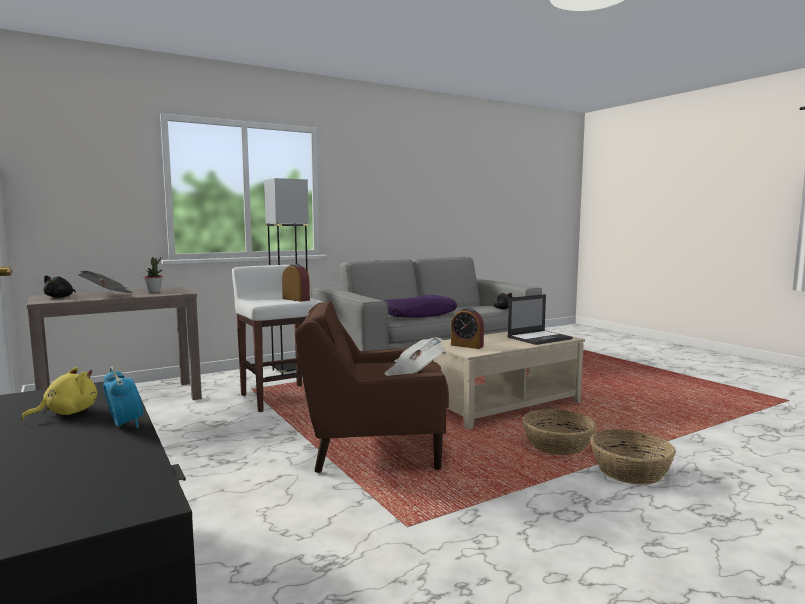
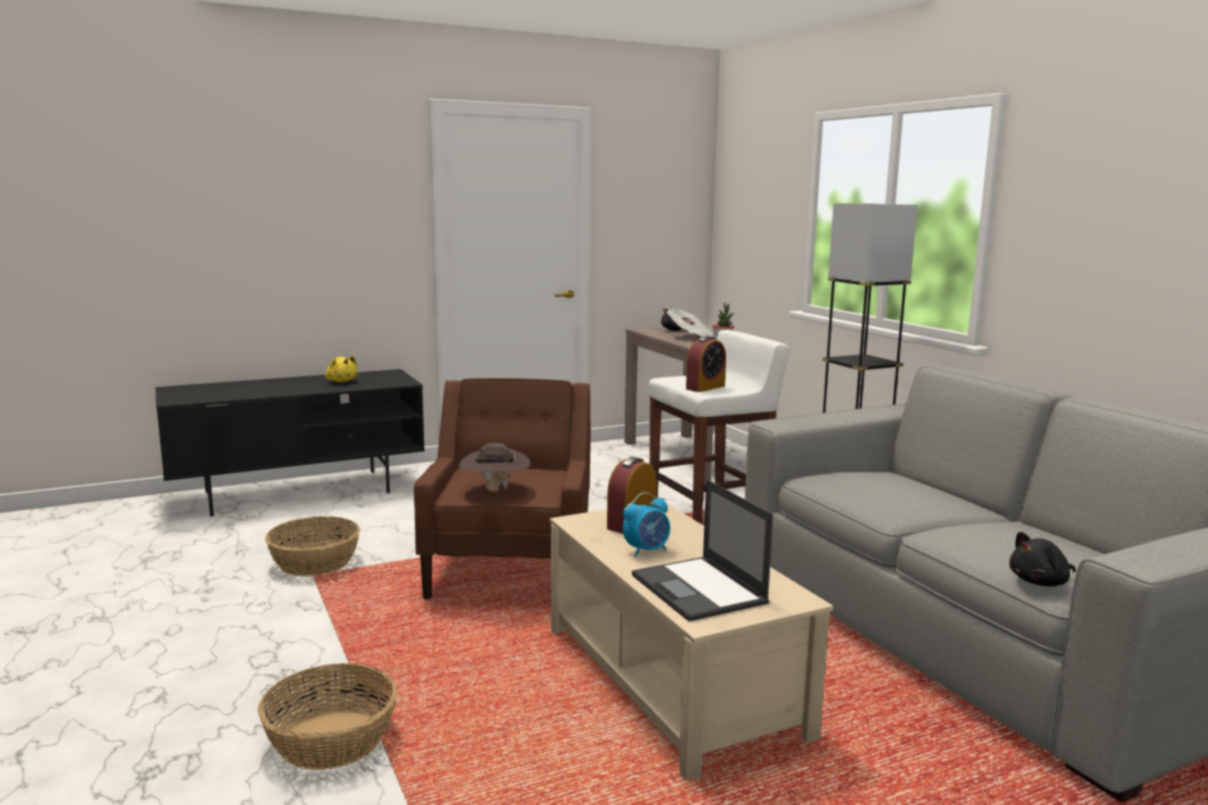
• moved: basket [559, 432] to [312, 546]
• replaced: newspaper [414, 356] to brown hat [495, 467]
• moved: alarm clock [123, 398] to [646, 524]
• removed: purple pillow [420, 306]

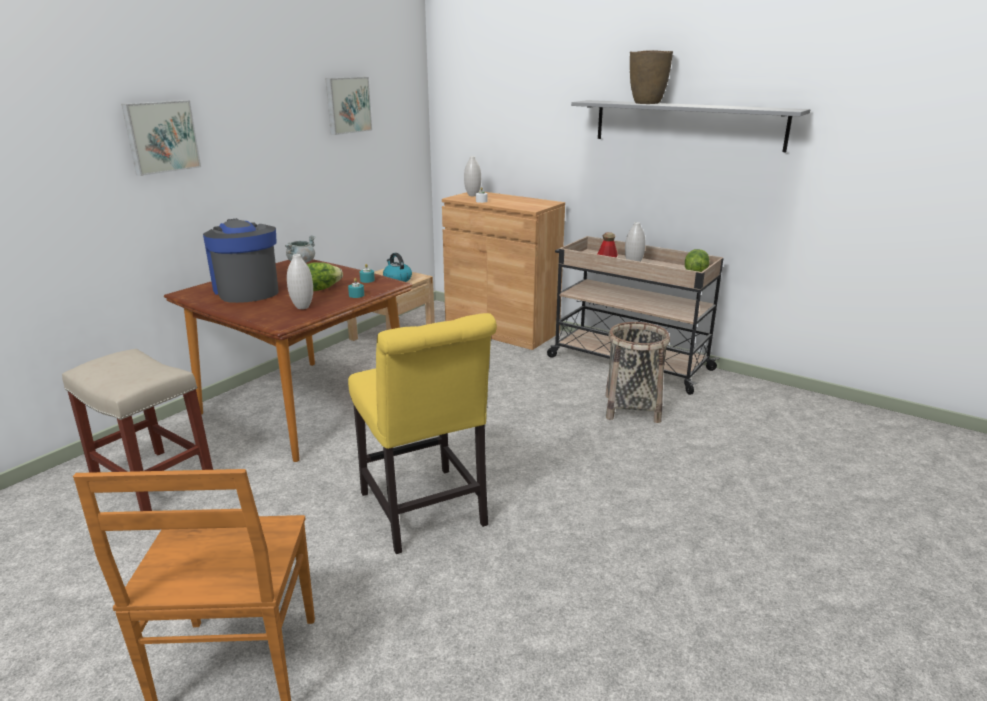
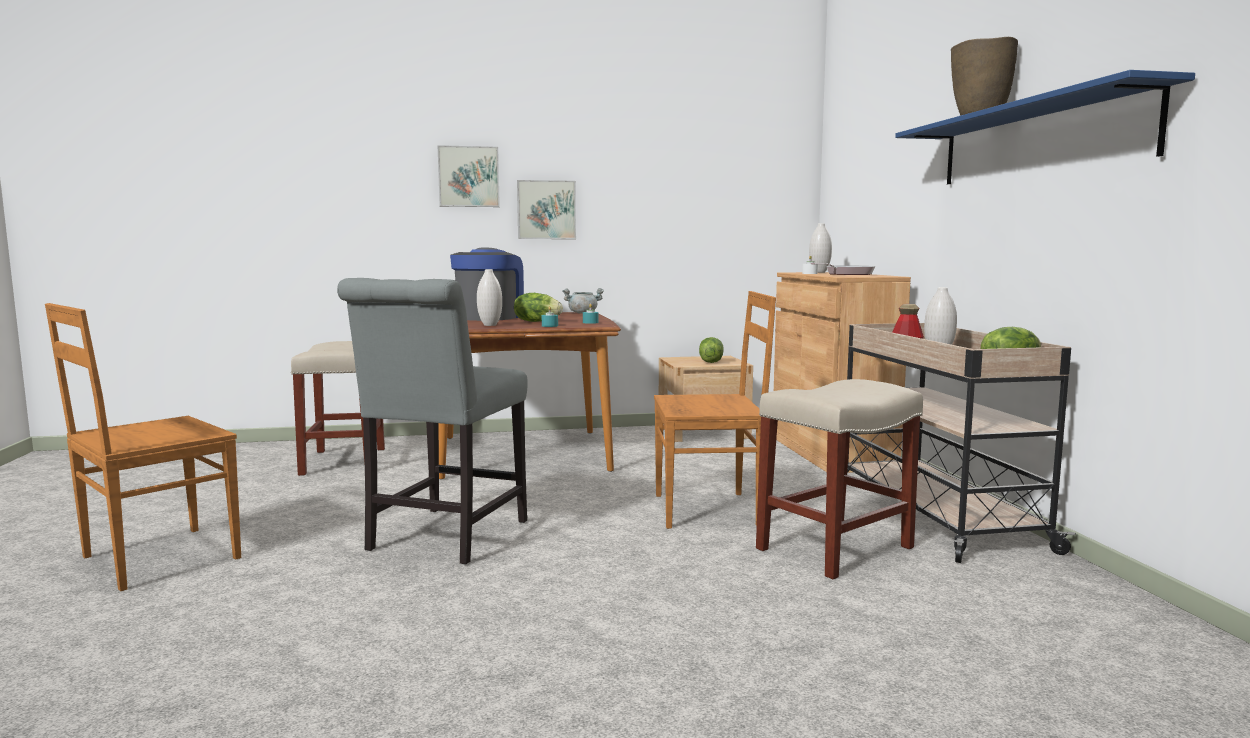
• recoloured: yellow chair [422, 433] to grey chair [432, 421]
• moved: picture [348, 106] to [546, 209]
• added: brown chair [715, 410]
• replaced: kettle [397, 267] to lettuce [711, 350]
• replaced: basket [637, 372] to beige stool [839, 479]
• added: frying pan [842, 269]
• recoloured: grey shelf [690, 126] to blue shelf [1045, 127]

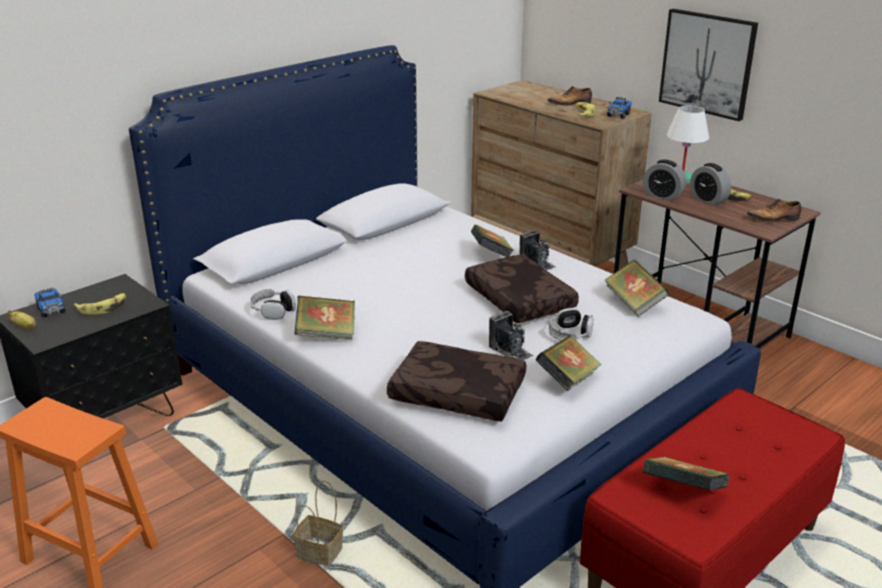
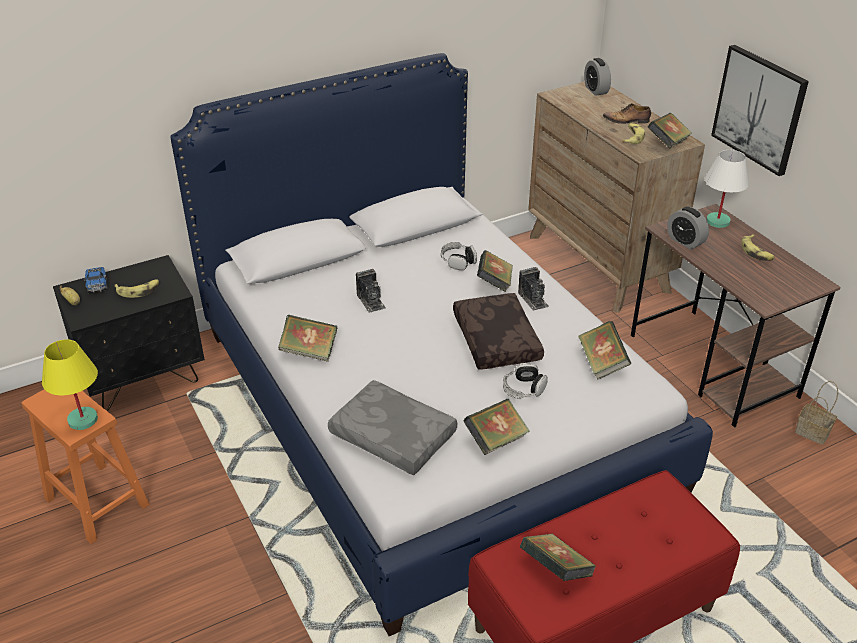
• added: yellow table lamp [70, 384]
• recoloured: brown pillow [456, 381] to grey pillow [392, 427]
• moved: photo camera [511, 335] to [370, 291]
• moved: headphones [273, 304] to [459, 256]
• moved: alarm clock [710, 184] to [597, 77]
• replaced: toy truck [619, 108] to book [670, 130]
• moved: basket [318, 523] to [816, 412]
• removed: shoe [774, 210]

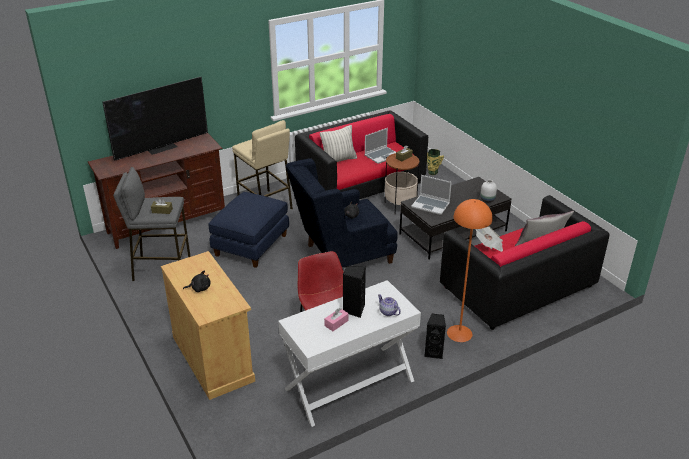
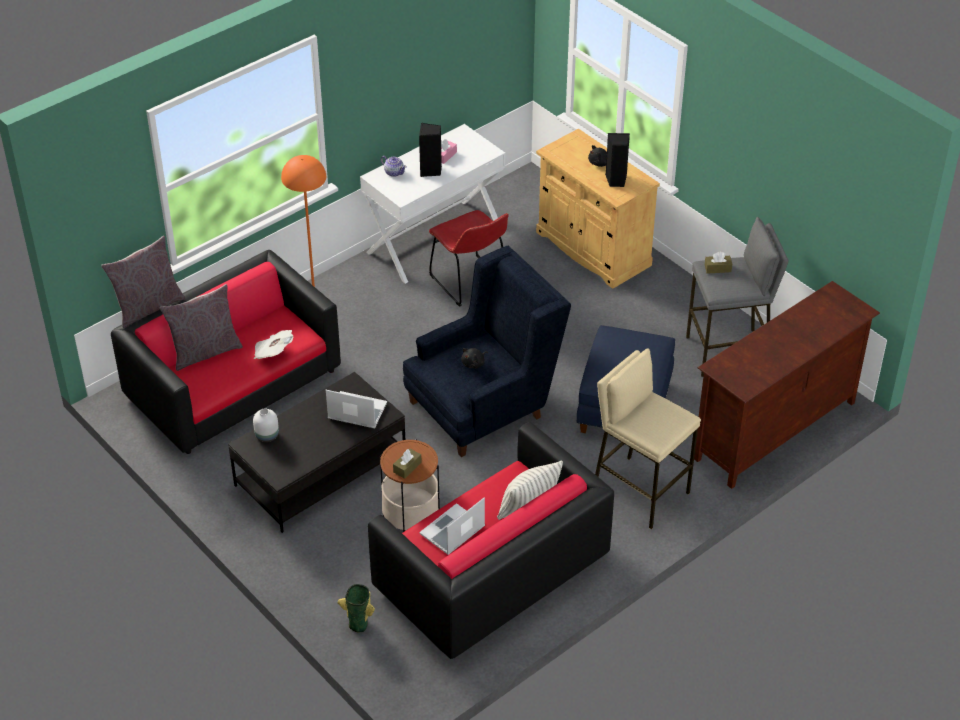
• added: grey pillow [143, 282]
• moved: black speaker [435, 336] to [617, 160]
• removed: television [155, 119]

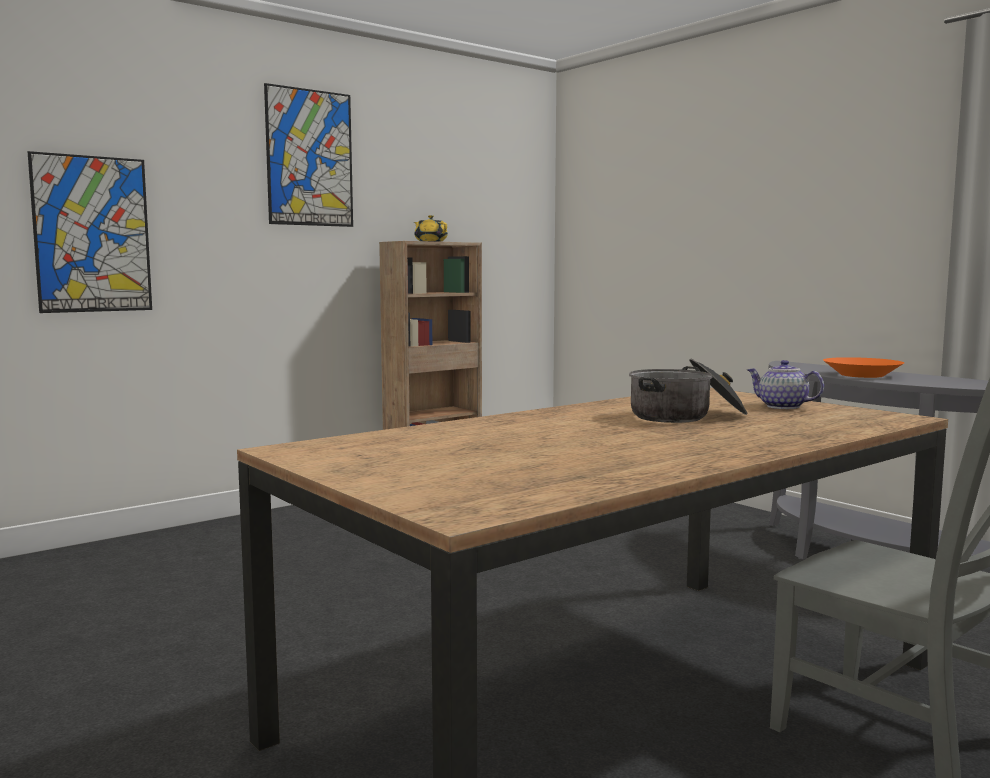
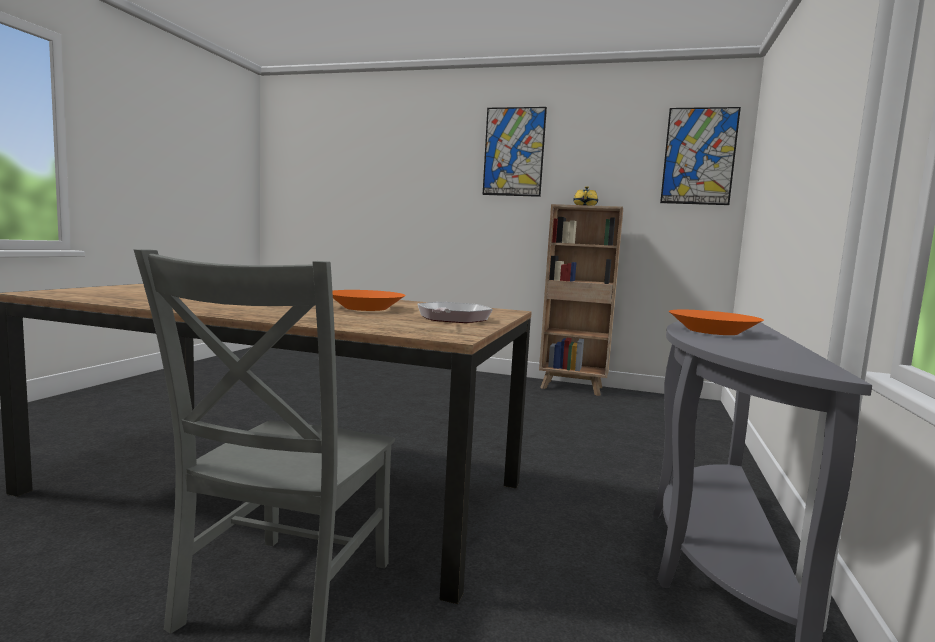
• replaced: cooking pot [688, 391] to orange bowl [369, 300]
• replaced: teapot [786, 384] to frying pan [455, 312]
• moved: picture [90, 232] to [700, 156]

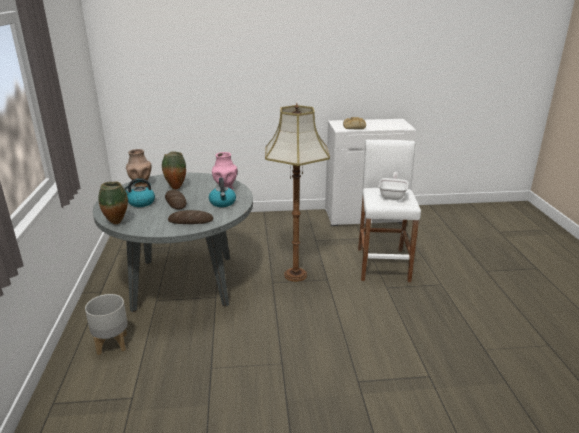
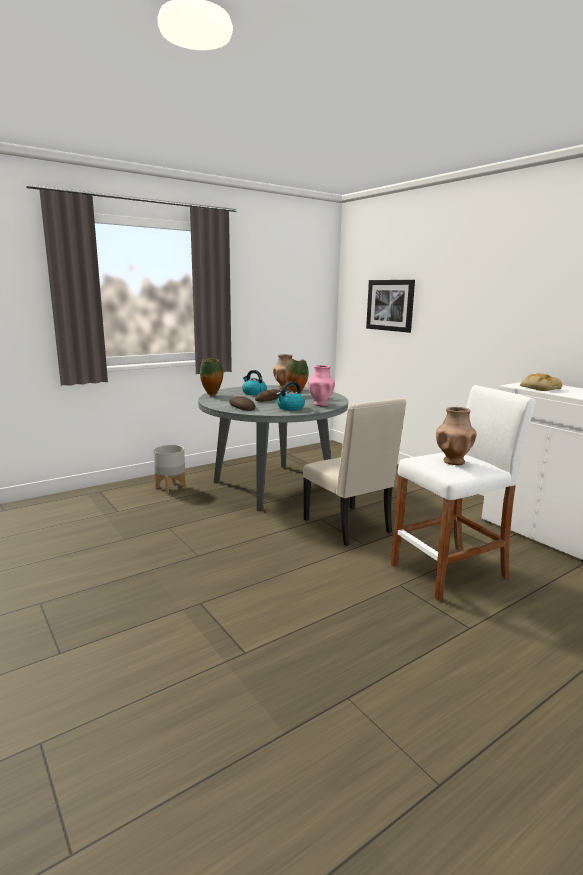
• replaced: floor lamp [297, 192] to beige chair [355, 472]
• added: picture [390, 306]
• replaced: frying pan [394, 186] to brown vase [456, 436]

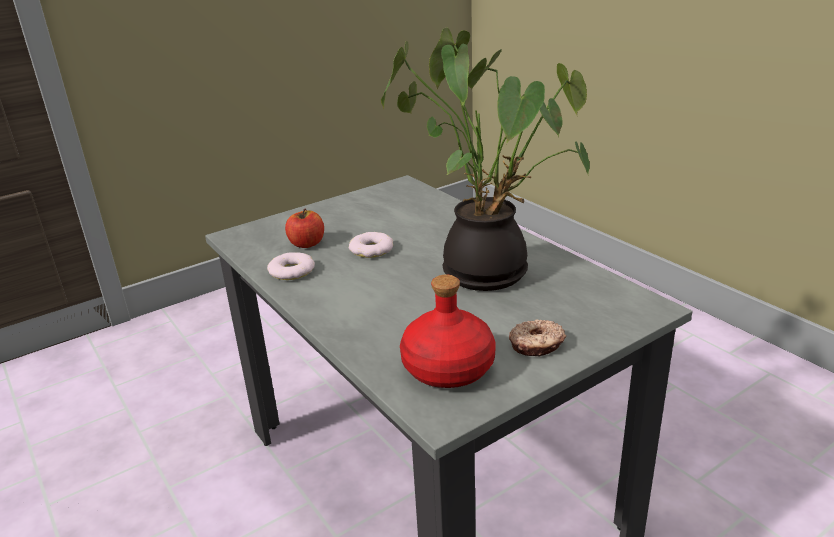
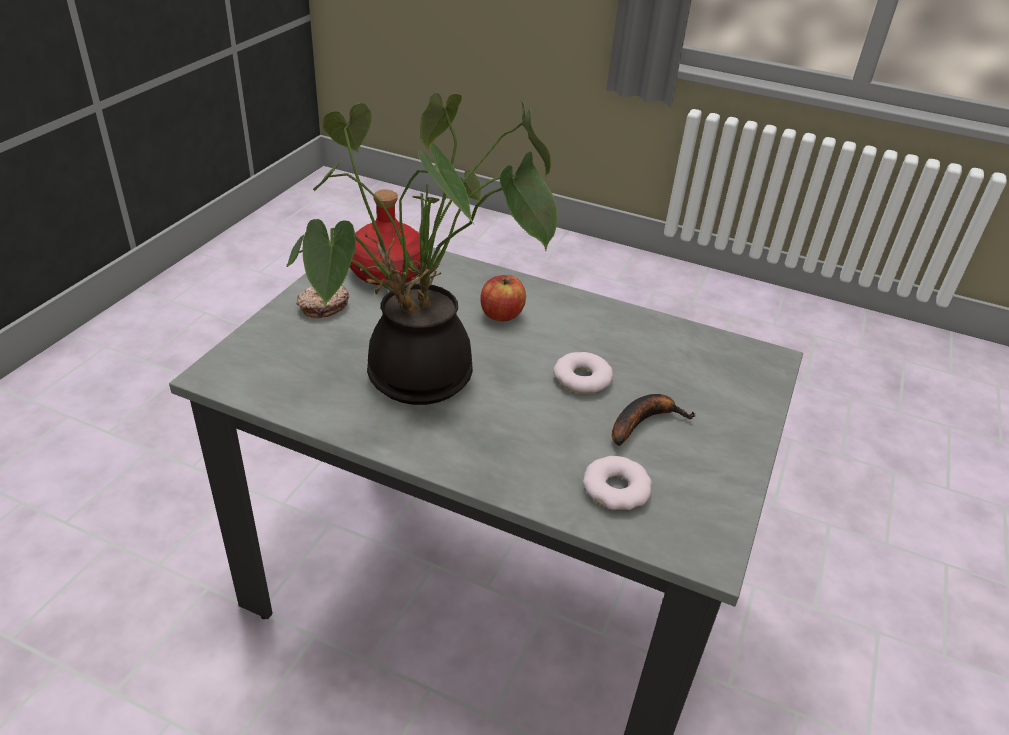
• moved: apple [304, 228] to [503, 298]
• moved: donut [291, 266] to [617, 483]
• added: banana [653, 420]

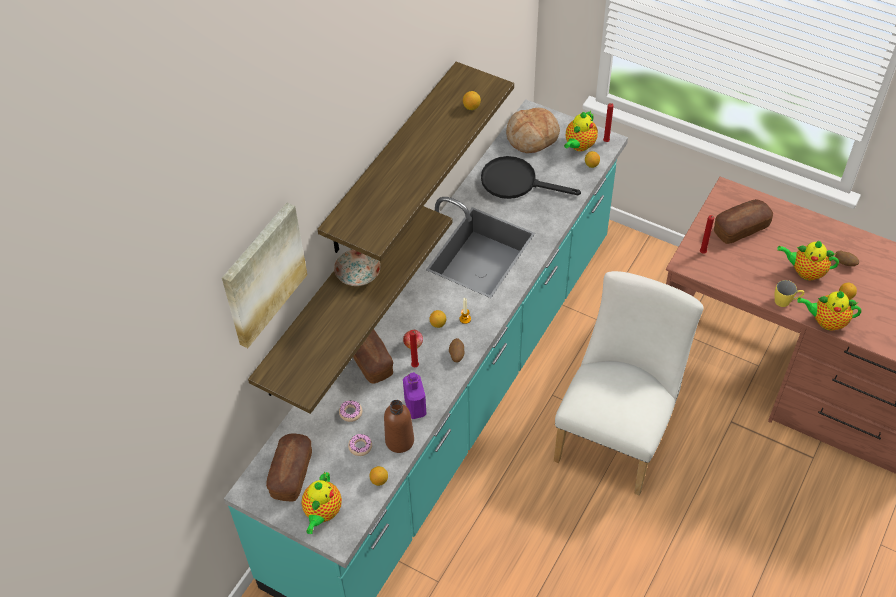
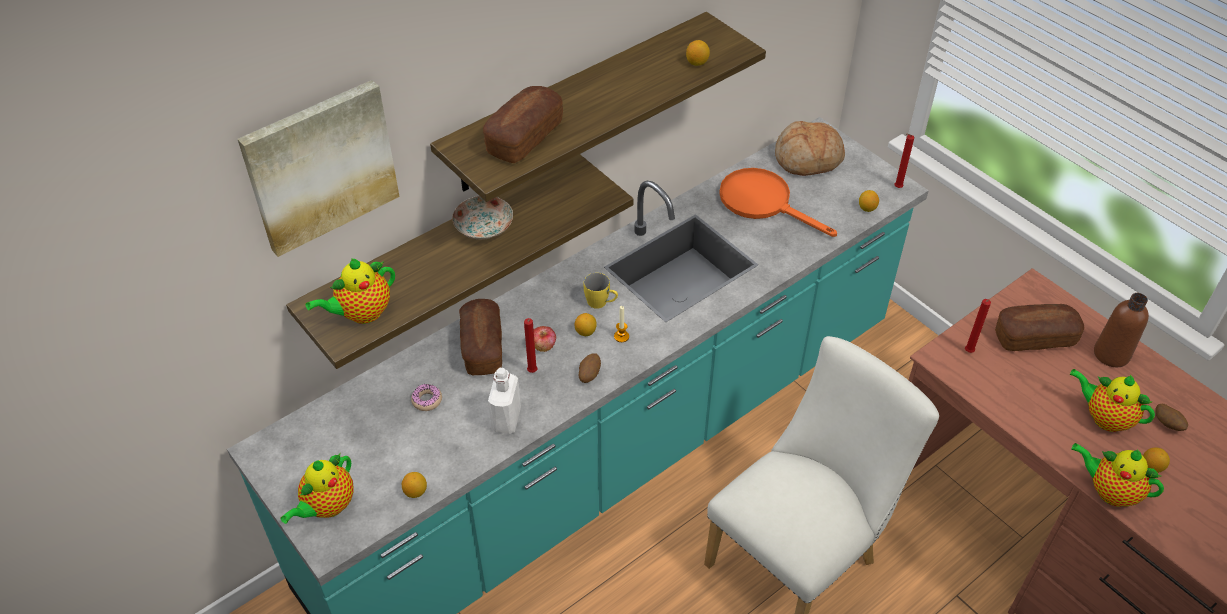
• moved: teapot [581, 131] to [350, 291]
• moved: bread [289, 467] to [523, 124]
• recoloured: purple bottle [414, 395] to white bottle [504, 401]
• moved: yellow mug [789, 293] to [601, 291]
• recoloured: black frying pan [531, 177] to orange frying pan [778, 202]
• moved: brown bottle [399, 426] to [1121, 330]
• removed: donut [360, 445]

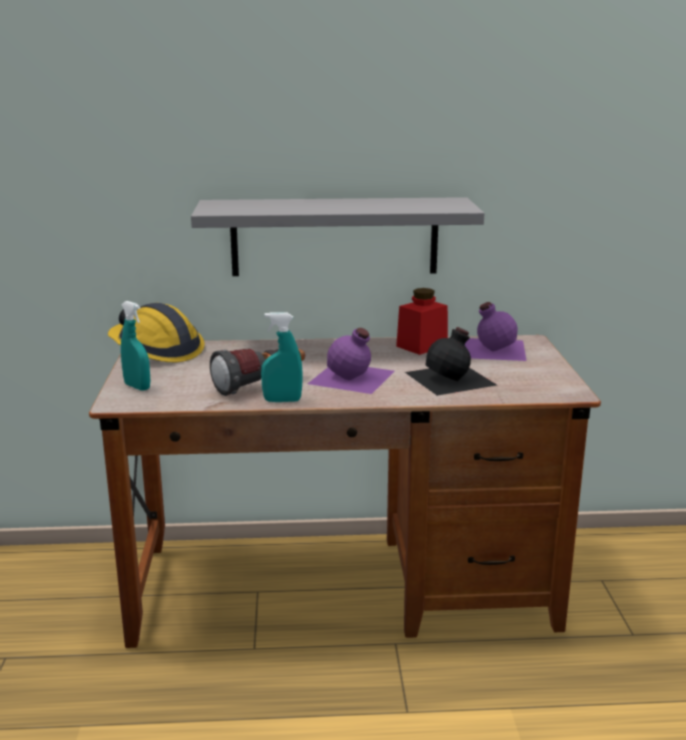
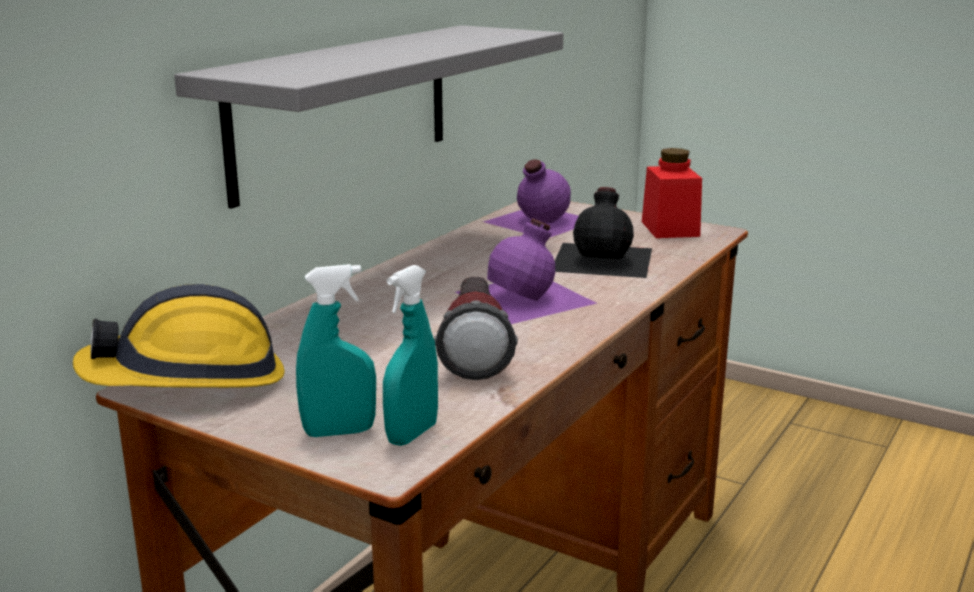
• moved: turquoise spray bottle [282, 357] to [410, 355]
• moved: red jar [422, 321] to [672, 193]

